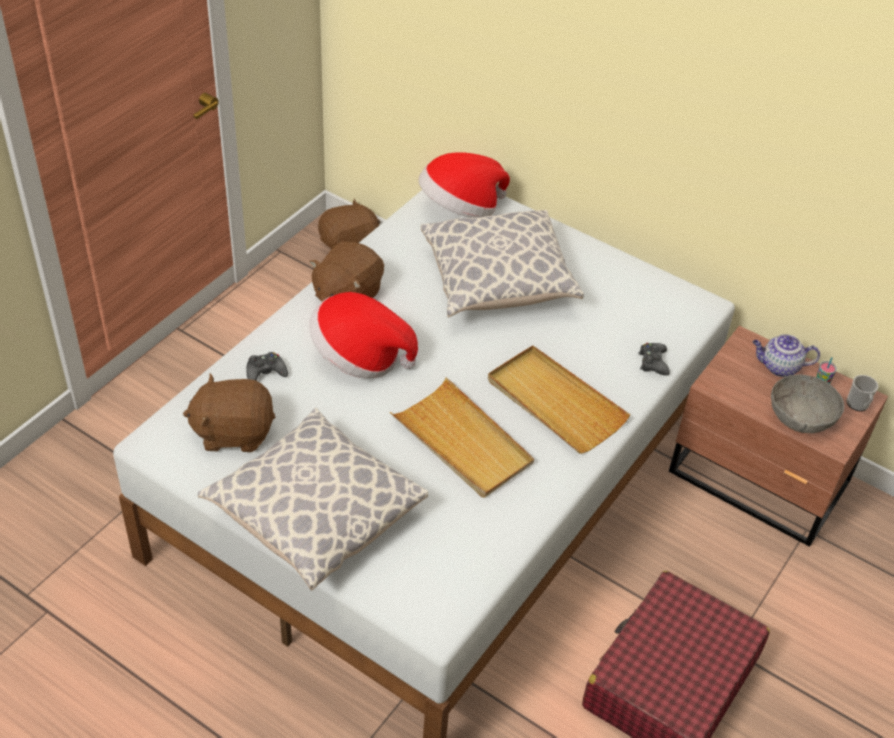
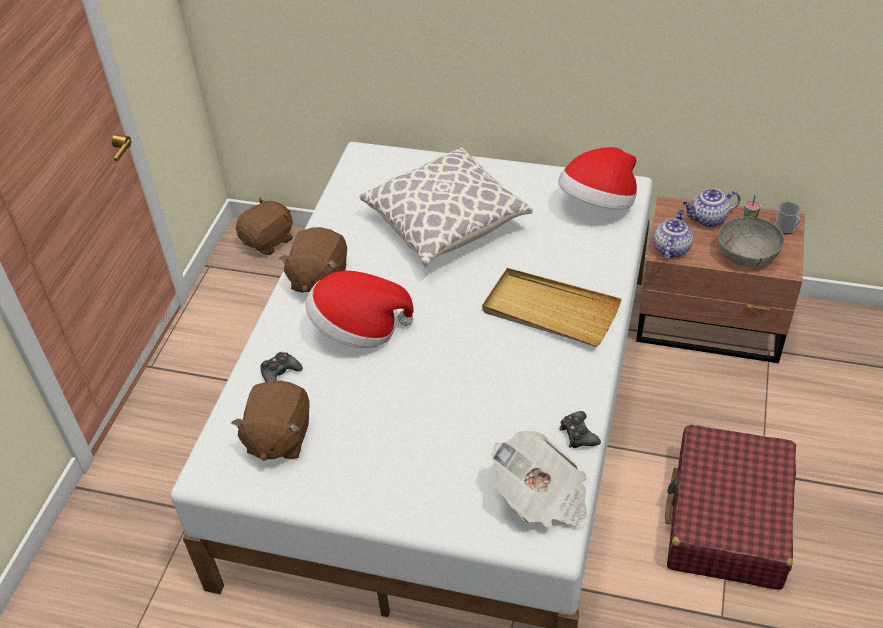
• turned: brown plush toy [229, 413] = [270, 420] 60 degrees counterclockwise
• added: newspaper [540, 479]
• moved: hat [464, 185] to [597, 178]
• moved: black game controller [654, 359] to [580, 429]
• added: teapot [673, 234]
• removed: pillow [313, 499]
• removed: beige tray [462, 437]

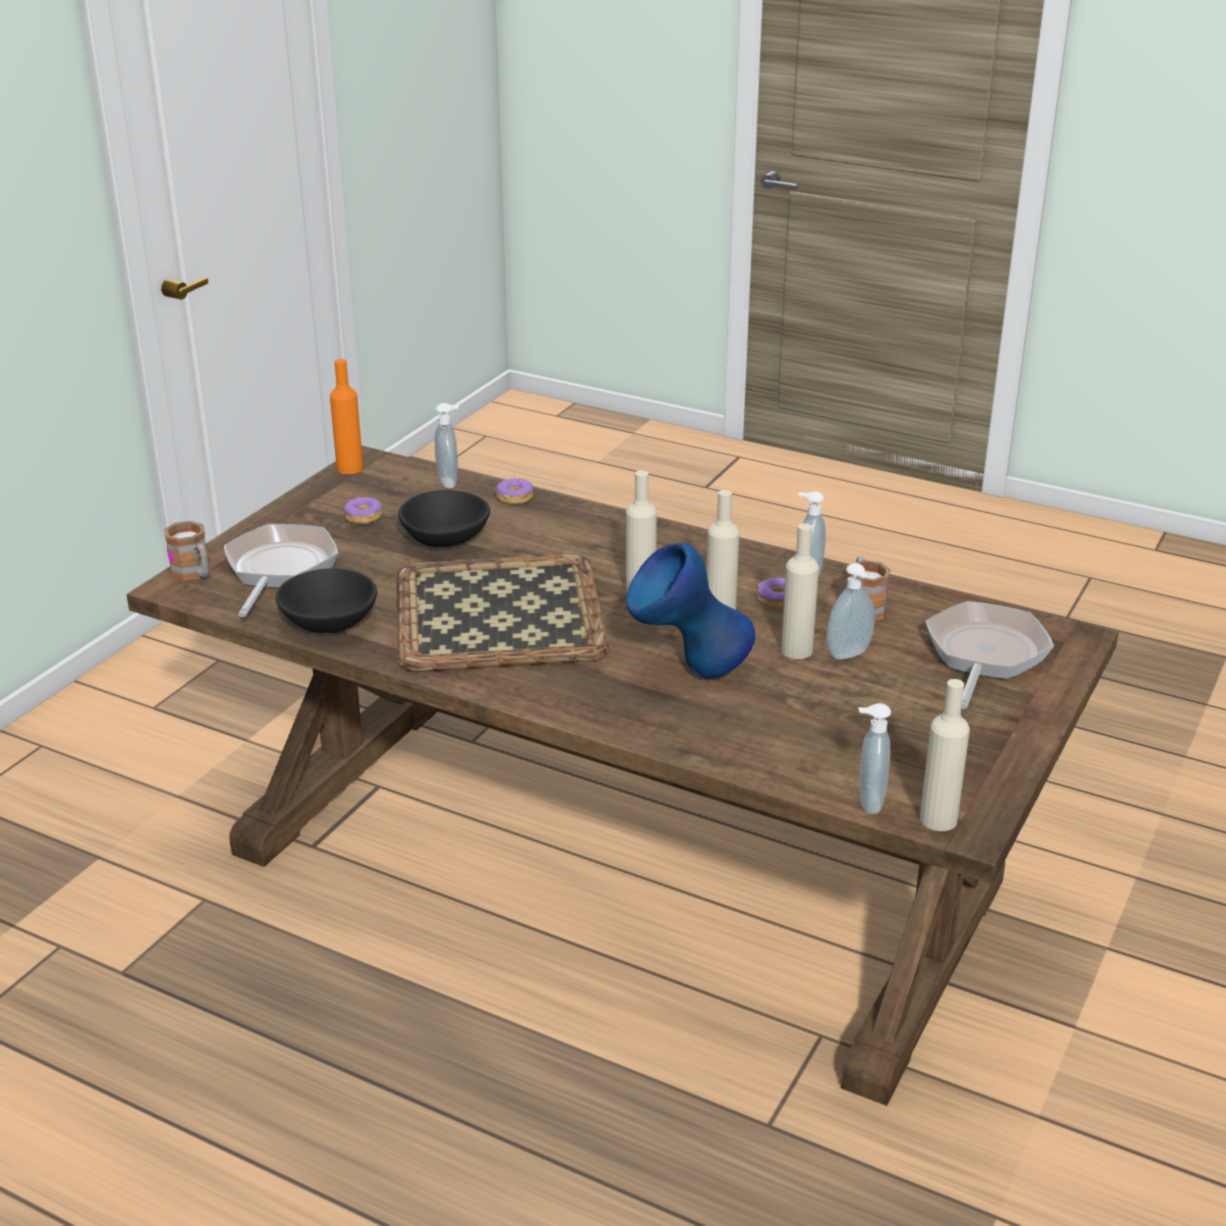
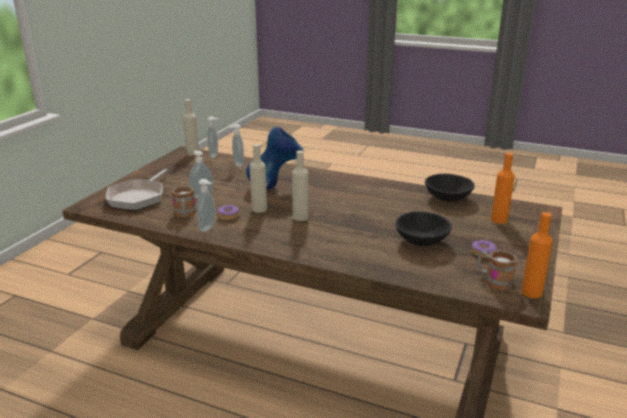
• moved: soap dispenser [447, 445] to [237, 145]
• moved: mug [187, 551] to [497, 270]
• replaced: frying pan [281, 570] to orange bottle [503, 188]
• removed: tray [503, 613]
• removed: donut [514, 491]
• removed: beige bottle [800, 591]

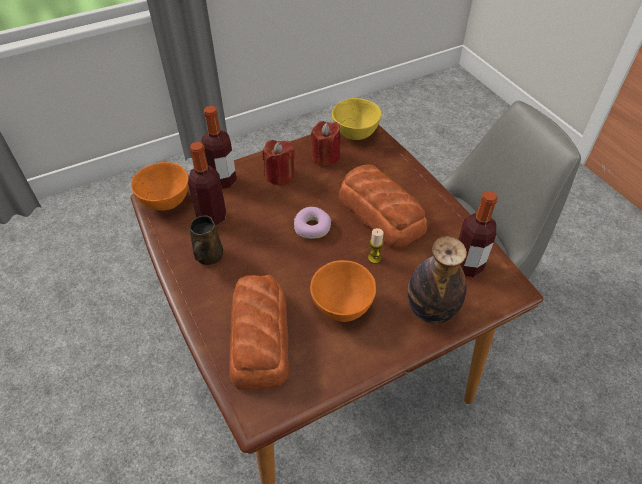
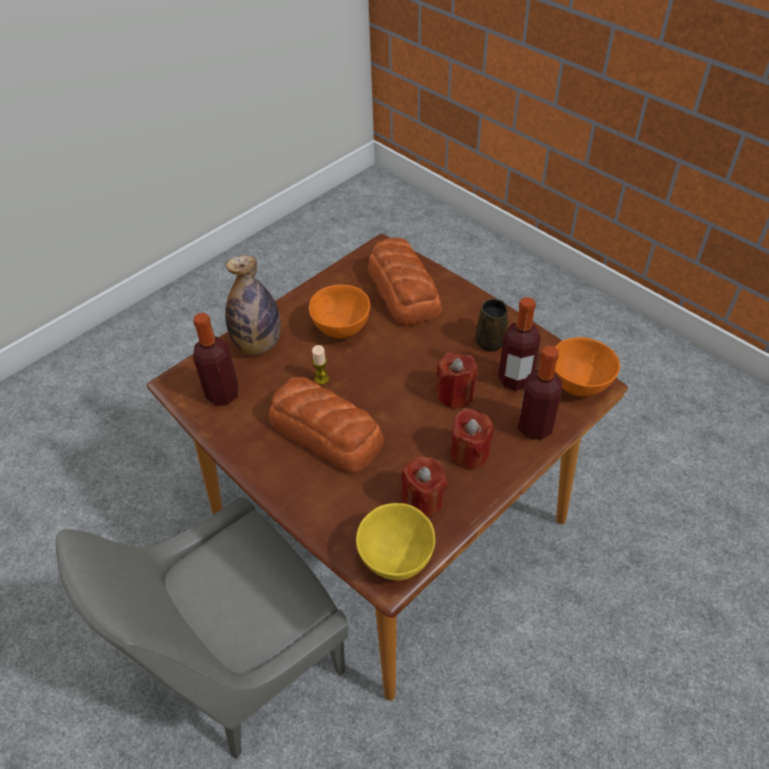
• added: red candle [457, 380]
• removed: donut [312, 223]

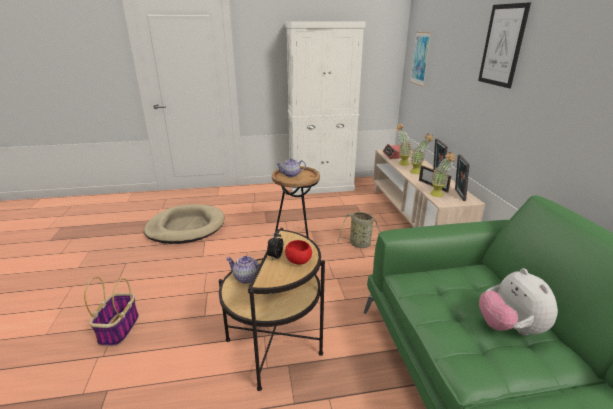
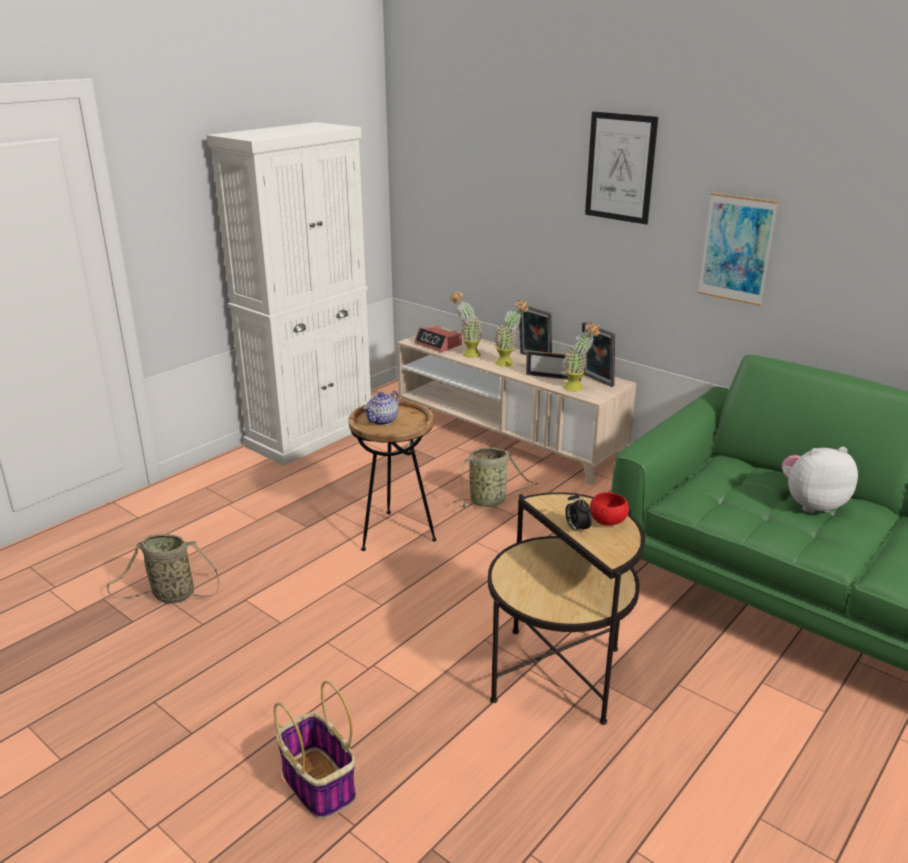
• replaced: beige dog bed [184, 224] to basket [163, 568]
• moved: picture [421, 59] to [738, 249]
• turned: plush toy [518, 301] = [820, 480] 135 degrees clockwise
• removed: teapot [243, 270]

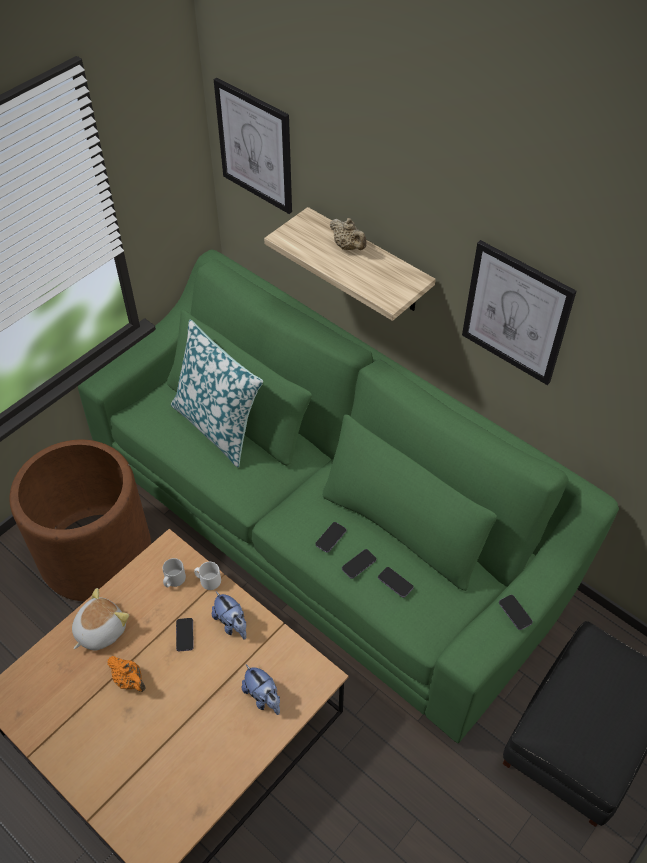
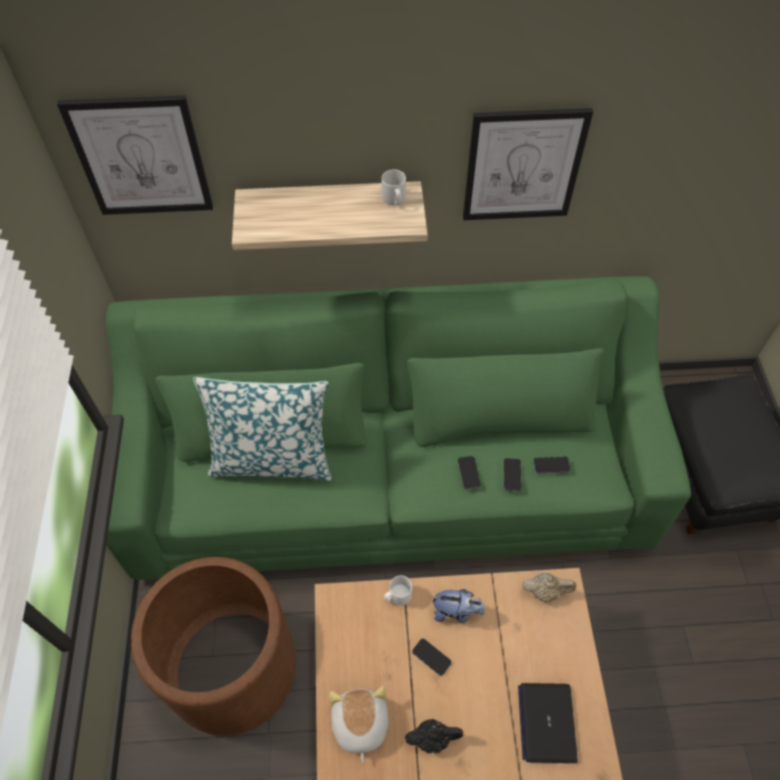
• moved: grey mug [174, 572] to [393, 187]
• recoloured: orange teapot [126, 674] to black teapot [434, 736]
• added: laptop [548, 723]
• moved: beige teapot [348, 234] to [549, 587]
• removed: plush toy [260, 690]
• removed: phone [516, 612]

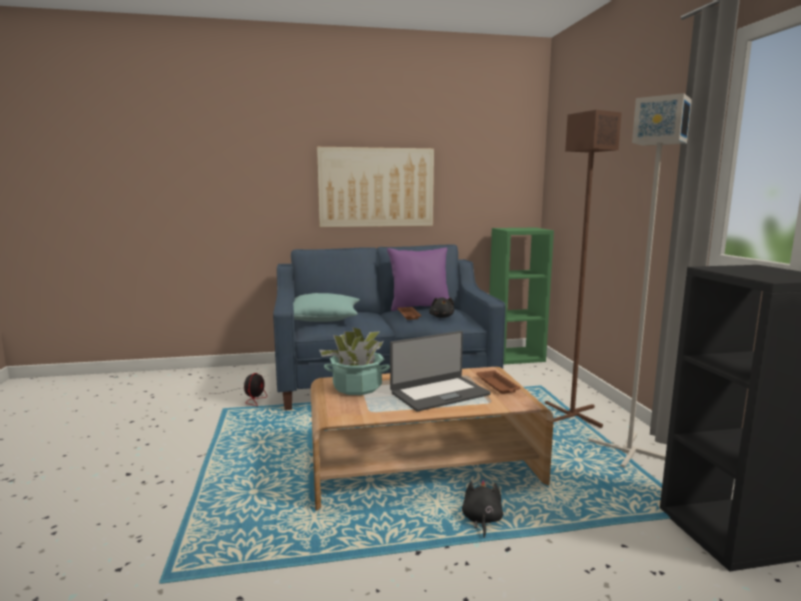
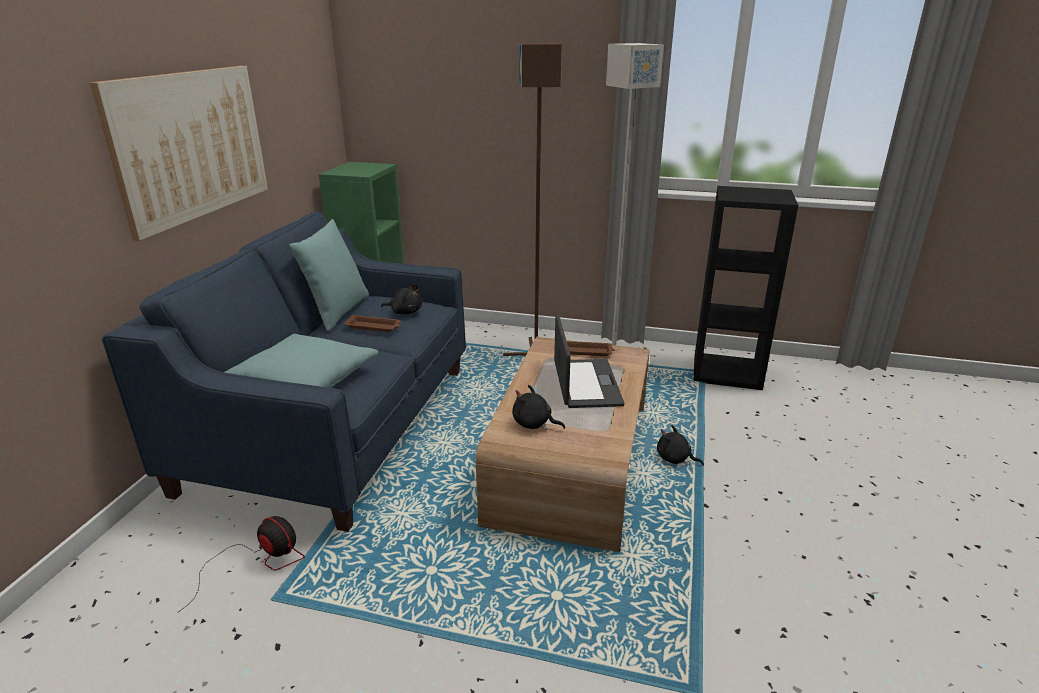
• recoloured: purple pillow [418, 279] to turquoise pillow [329, 275]
• replaced: potted plant [354, 361] to black plush toy [538, 407]

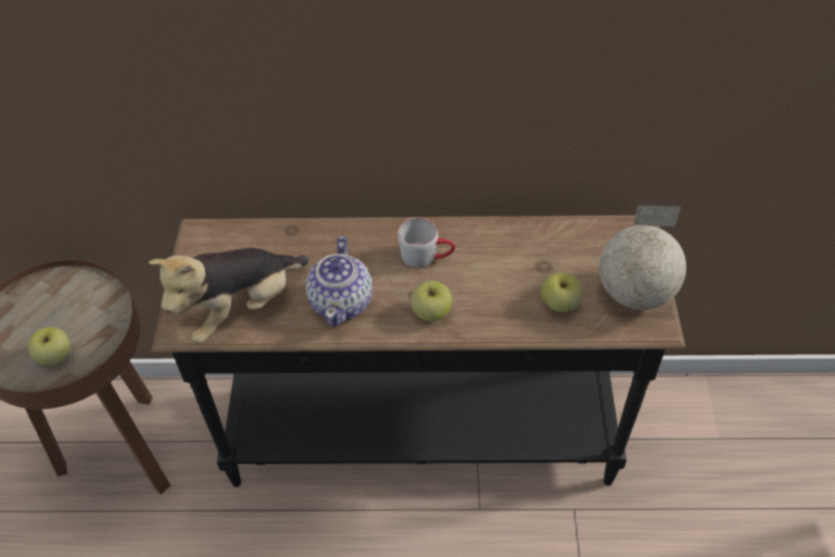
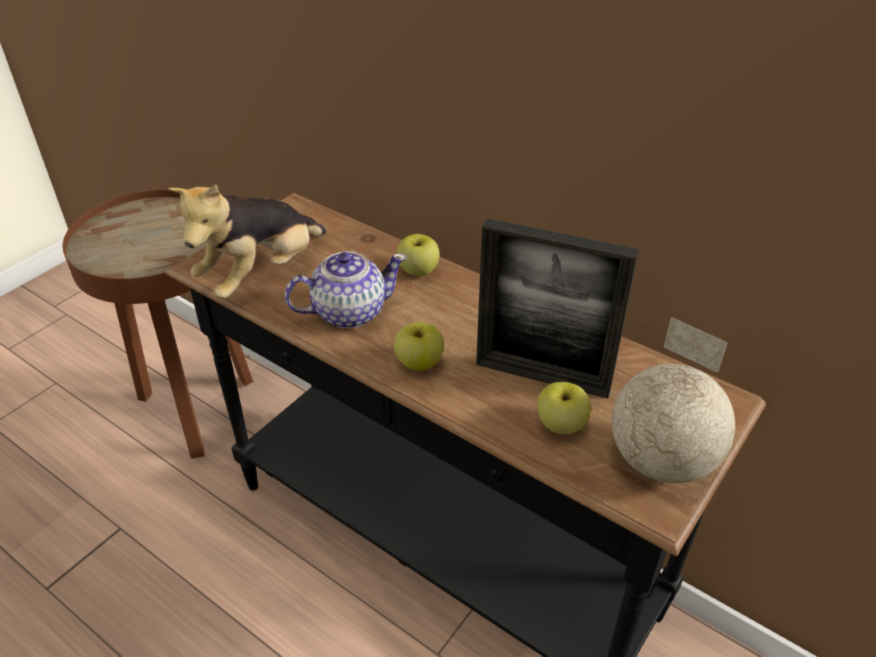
• turned: plush toy [229, 296] = [247, 242] 45 degrees counterclockwise
• turned: teapot [339, 281] = [345, 289] 150 degrees counterclockwise
• moved: apple [49, 346] to [418, 255]
• added: picture frame [557, 308]
• removed: grey mug [426, 242]

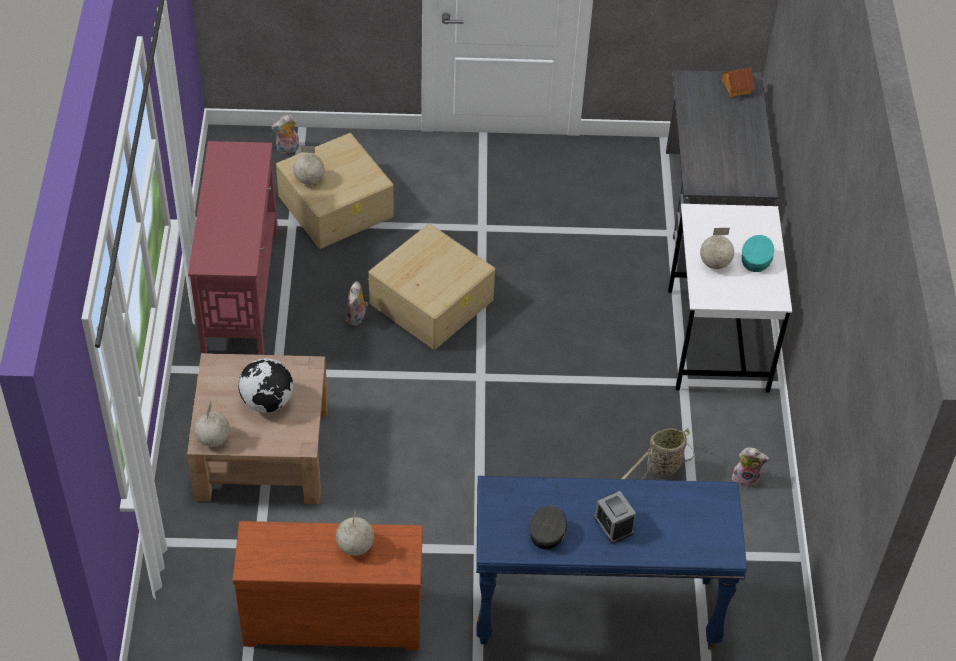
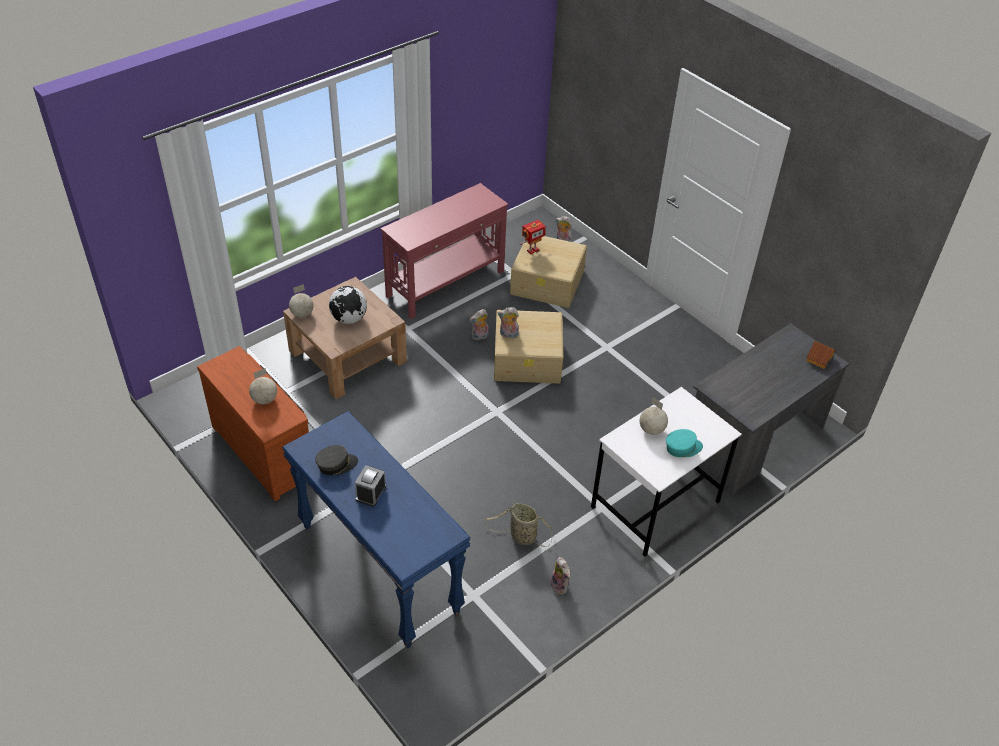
• added: plush toy [508, 323]
• replaced: globe [308, 165] to toy robot [533, 237]

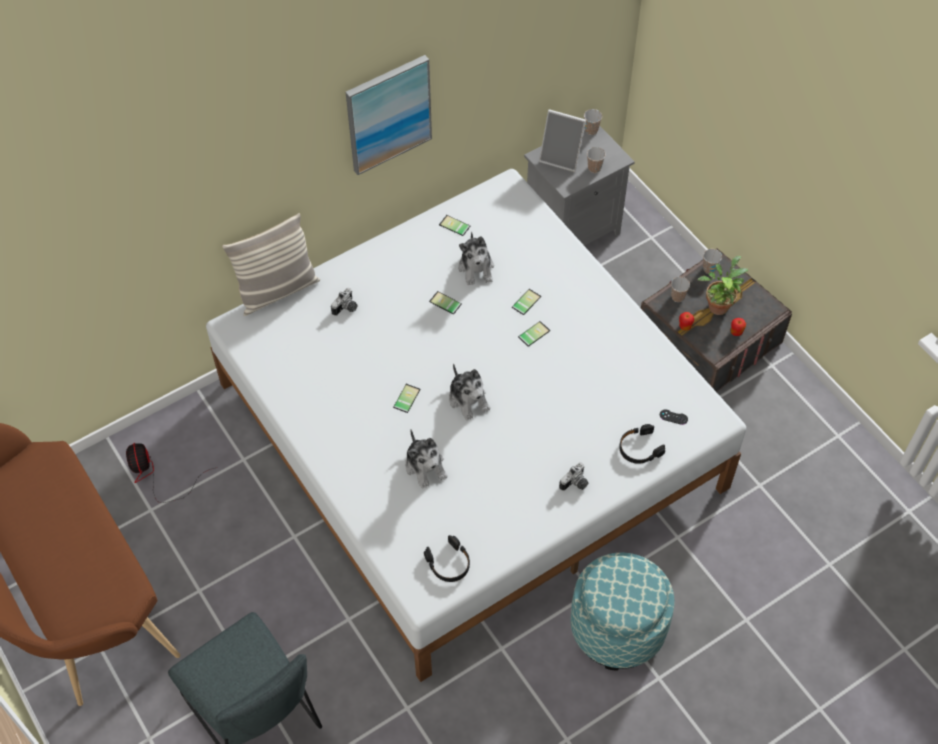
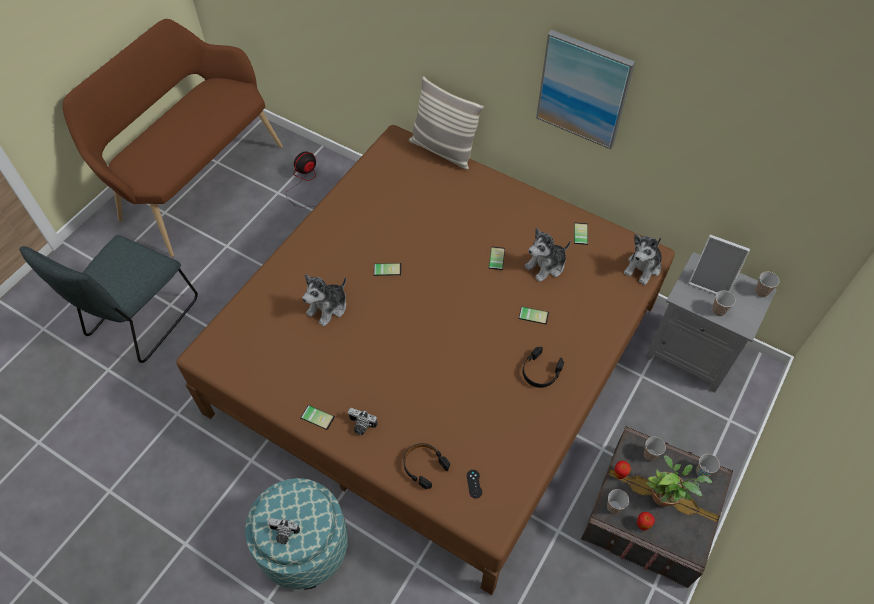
• recoloured: white bed [476, 425] to brown bed [425, 360]
• moved: photo camera [344, 302] to [283, 531]
• moved: phone [534, 334] to [317, 417]
• moved: black headphones [447, 558] to [543, 367]
• added: cup [618, 501]
• moved: plush toy [469, 391] to [643, 259]
• turned: picture frame [562, 140] = [719, 264] 60 degrees counterclockwise

